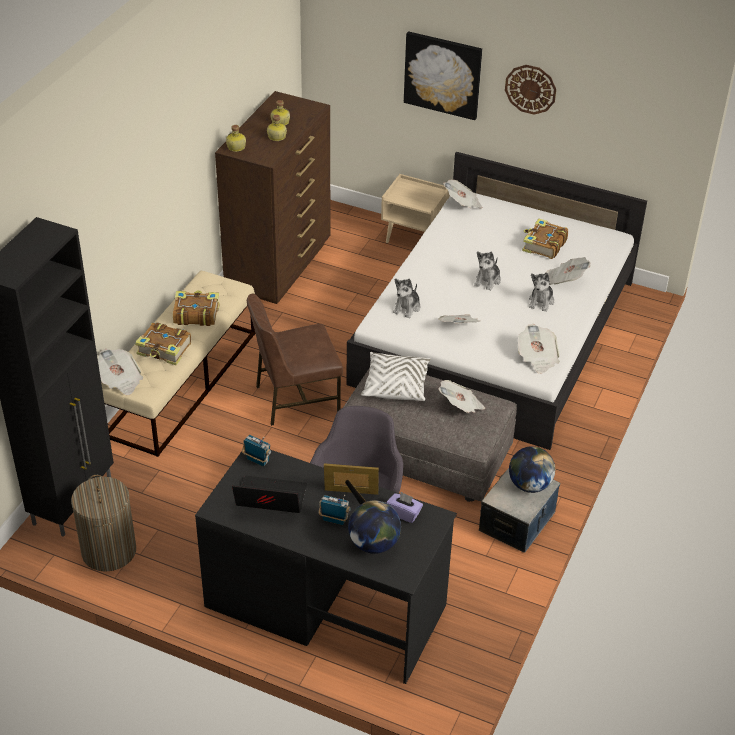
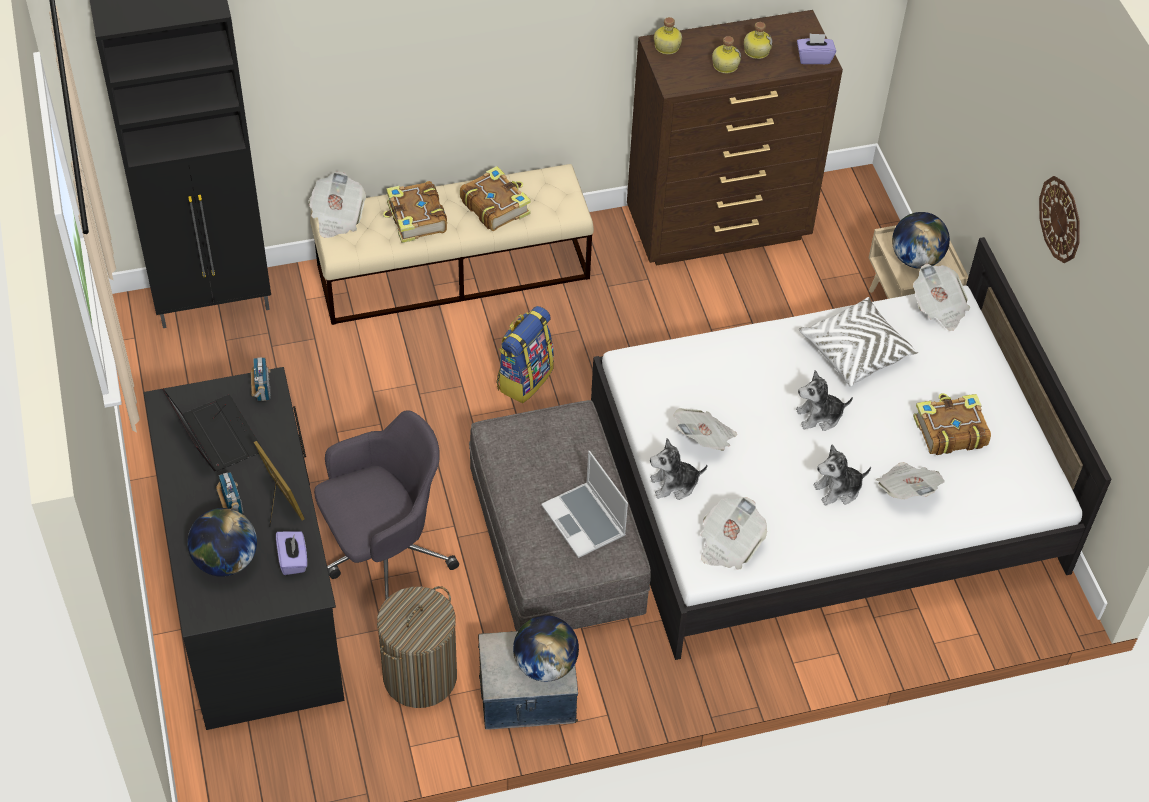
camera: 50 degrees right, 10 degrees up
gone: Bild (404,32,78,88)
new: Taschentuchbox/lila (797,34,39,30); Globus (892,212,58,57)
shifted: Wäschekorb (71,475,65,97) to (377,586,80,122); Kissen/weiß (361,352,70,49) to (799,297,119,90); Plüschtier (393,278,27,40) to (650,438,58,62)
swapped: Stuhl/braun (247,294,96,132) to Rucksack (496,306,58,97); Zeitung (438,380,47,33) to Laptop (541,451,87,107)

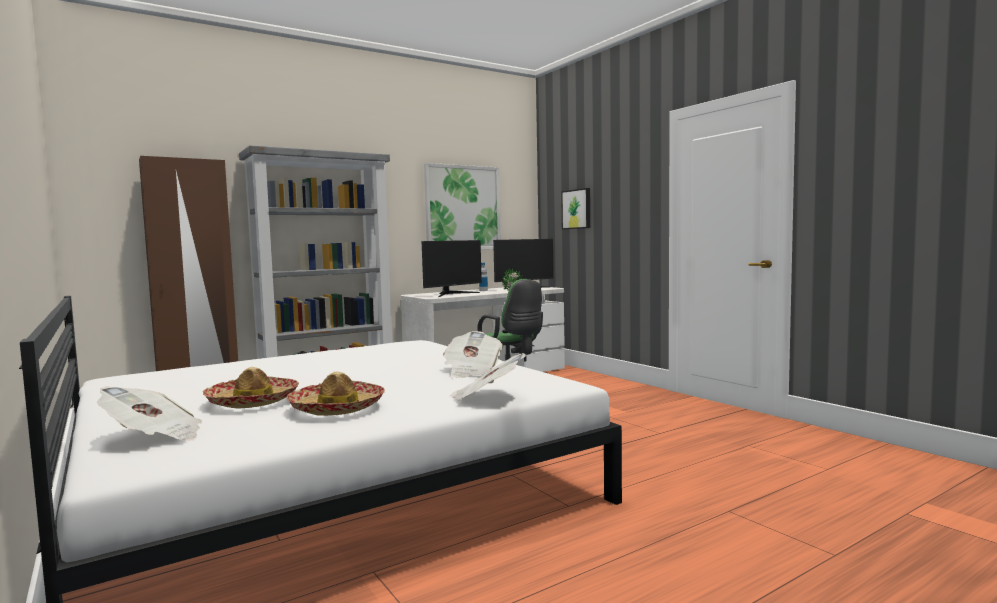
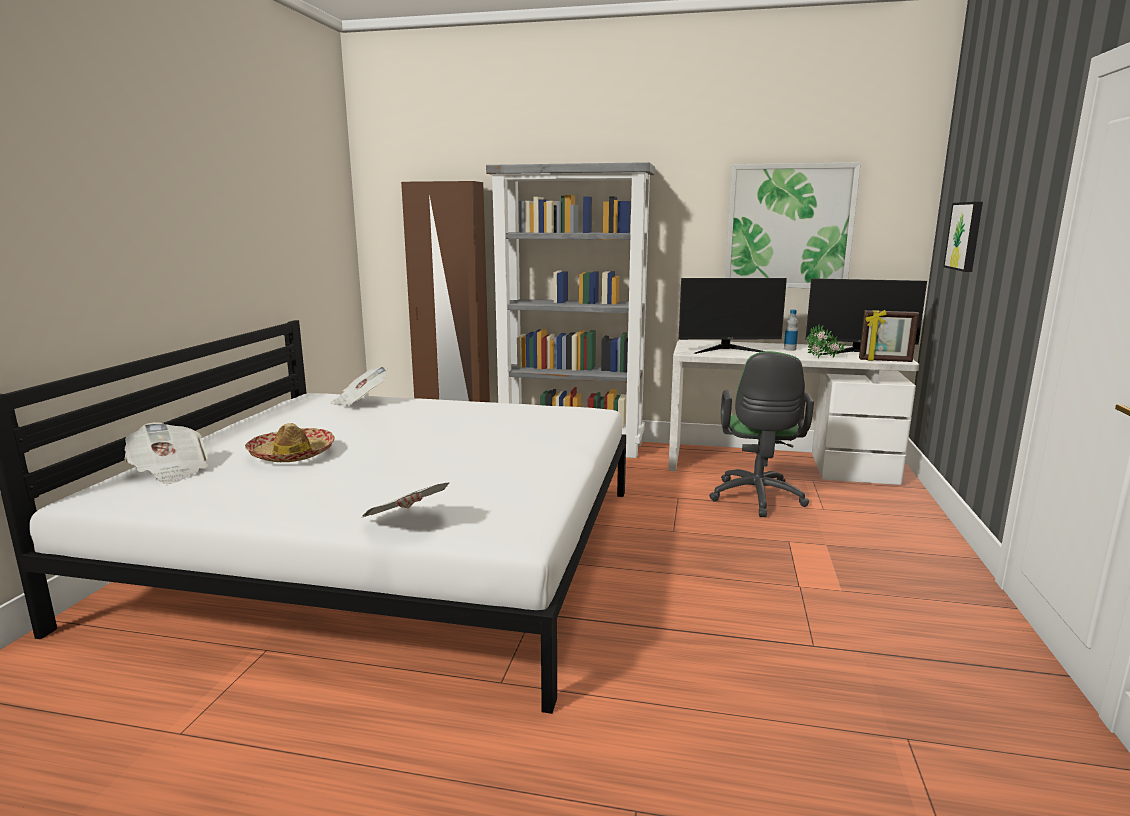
camera: 45 degrees right, 10 degrees up
gone: Hut (286,371,99,45)
new: Bilderrahmen (859,310,60,52)
shifted: Zeitung (443,331,60,47) to (331,366,57,40)

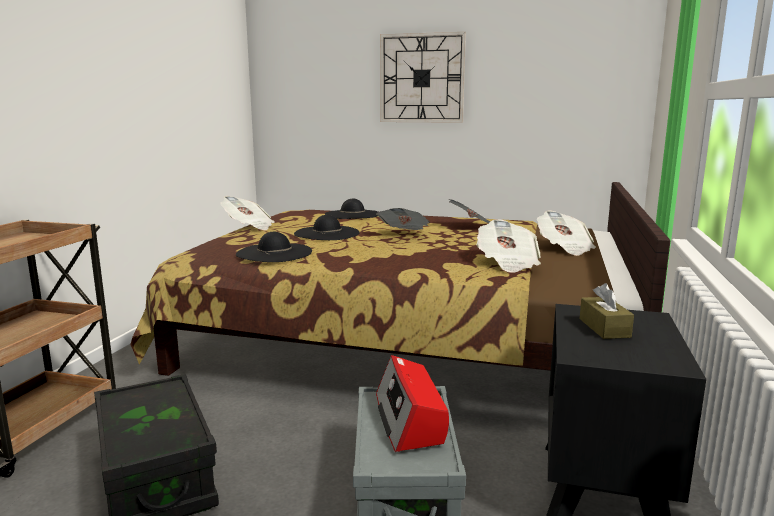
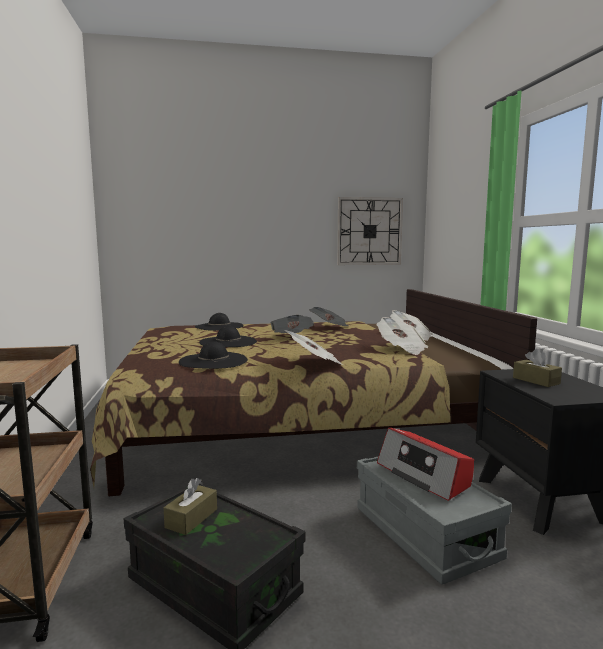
camera: 25 degrees left, 5 degrees down
new: Taschentuchbox/braun (164,478,53,57)
shifted: Zeitung (221,196,54,34) to (285,330,58,35); Wanduhr (380,32,86,91) to (337,197,66,68)

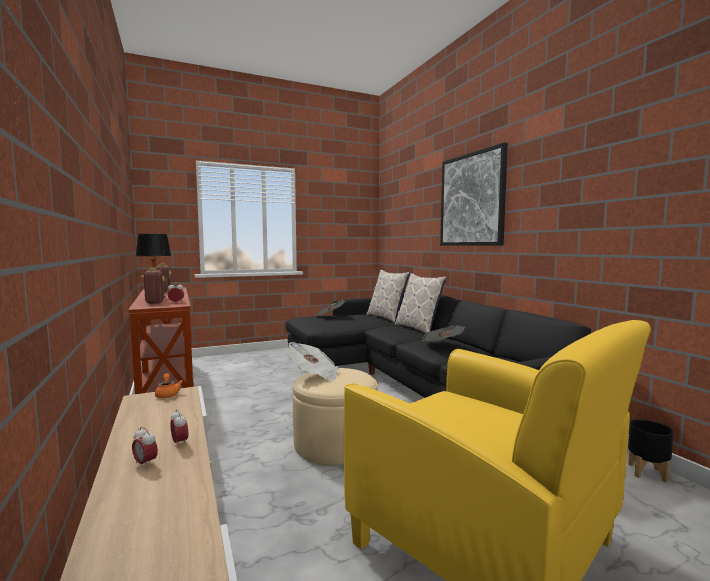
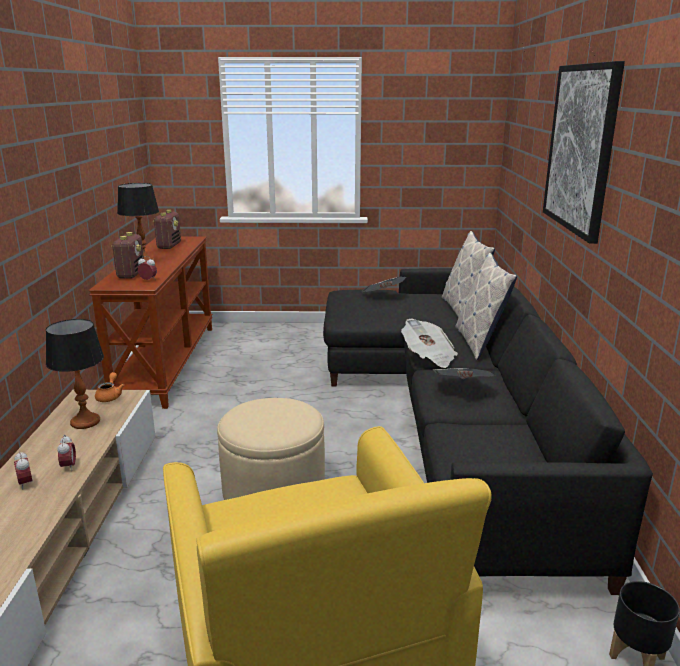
camera: 25 degrees right, 15 degrees up
new: Tischlampe (46,319,58,110)
shifted: Zeitung (287,342,52,39) to (401,319,57,49)

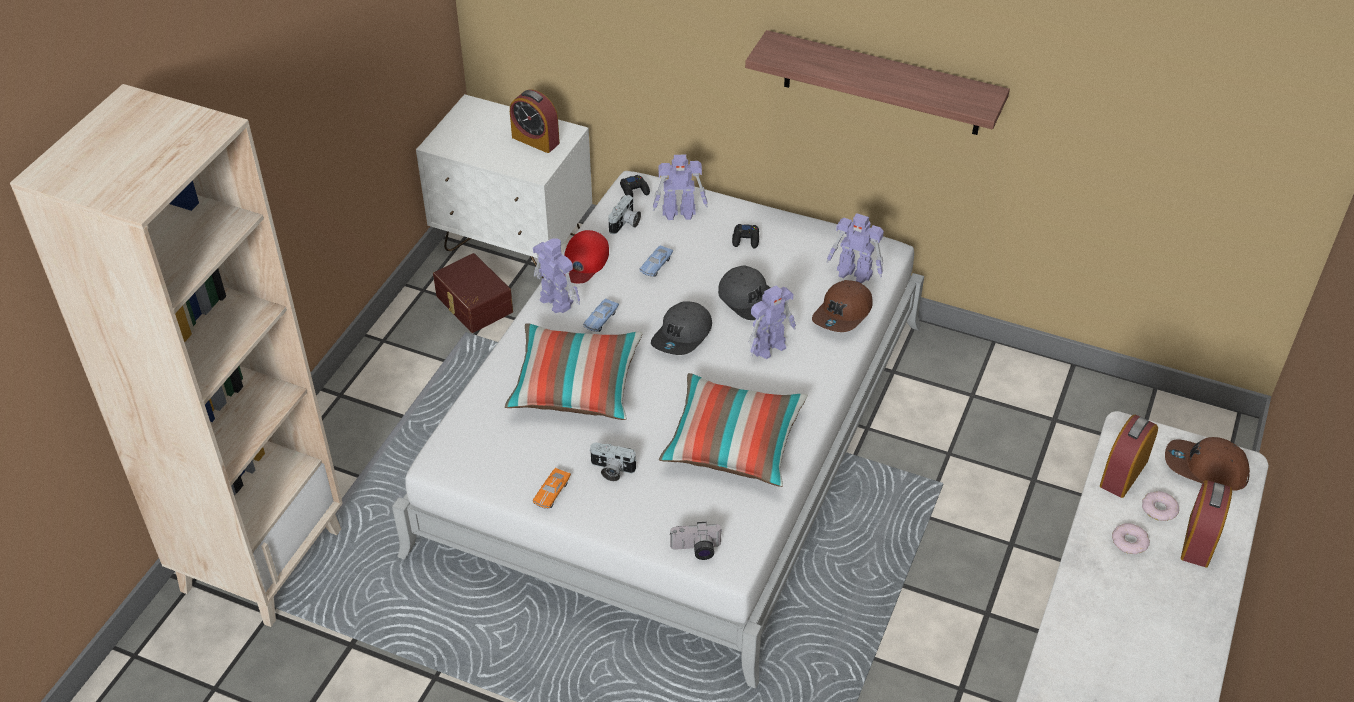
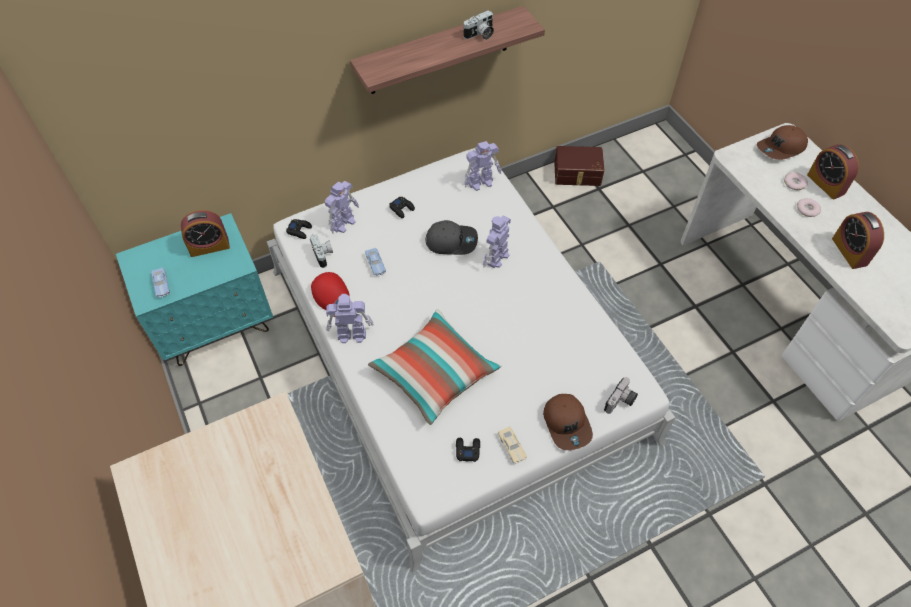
camera: 50 degrees left, 10 degrees up
gone: Kappe/grau (651,301,61,54); Kissen (659,373,149,114)
new: Gamepad/schwarz (456,438,24,24)
shifted: Aufbewahrungsbox/braun (433,253,80,80) to (554,146,51,40); Spielzeugauto/blau (583,298,36,34) to (151,267,19,31); Kamera (589,443,47,38) to (463,10,31,30); Kappe/braun (812,280,61,52) to (543,394,50,56); Wecker (1100,415,58,83) to (832,212,52,57)
repainted: Nachttisch/weiß (416,94,176,184) to Nachttisch/türkis (116,213,157,153); Spielzeugauto/orange (533,468,38,41) to Spielzeugauto/beige (498,426,29,38)
rotated: Spielzeugroboter (749,285,47,74) = (483,216,28,52) 150 degrees counterclockwise

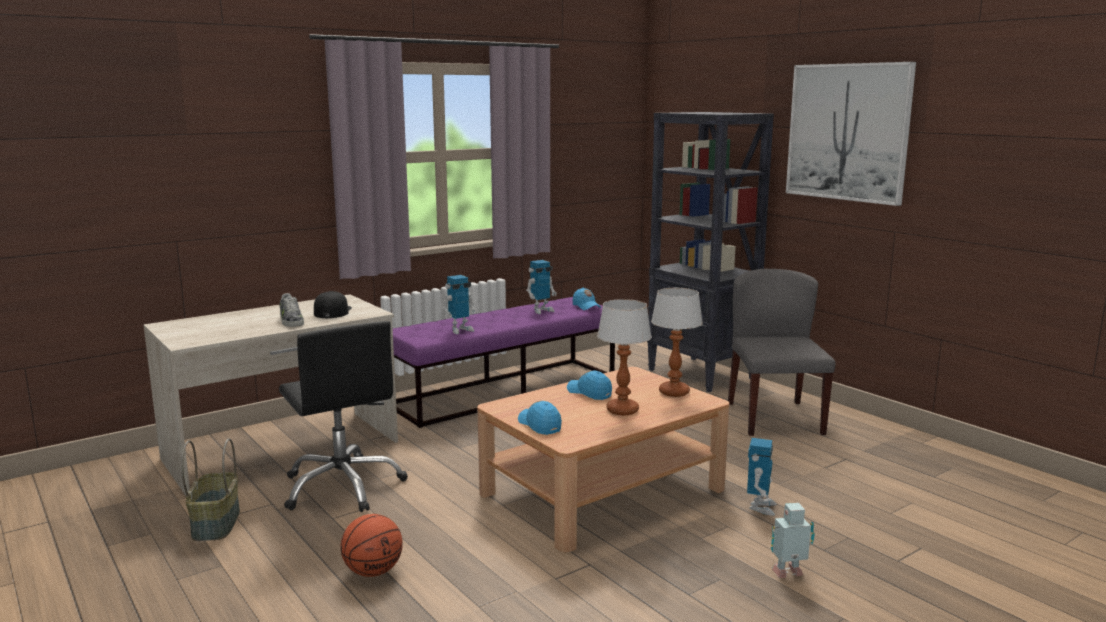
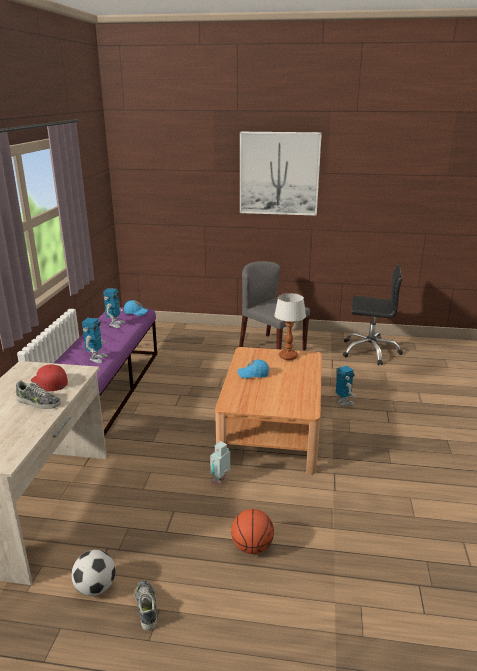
camera: 45 degrees left, 10 degrees up
gone: Kappe/blau (518,401,44,34); Tischlampe (597,299,55,116); Bücherregal/schwarz (647,112,127,280)
new: Schuh (135,580,22,50)
shifted: Bürostuhl/schwarz (279,321,129,191) to (343,265,60,100); Spielzeugroboter (771,503,44,75) to (210,441,20,46)
swapped: Korb (181,438,59,103) to Fußball (71,550,45,46)
repainted: Kappe/schwarz (314,291,38,27) to Kappe/rot (31,365,37,26)

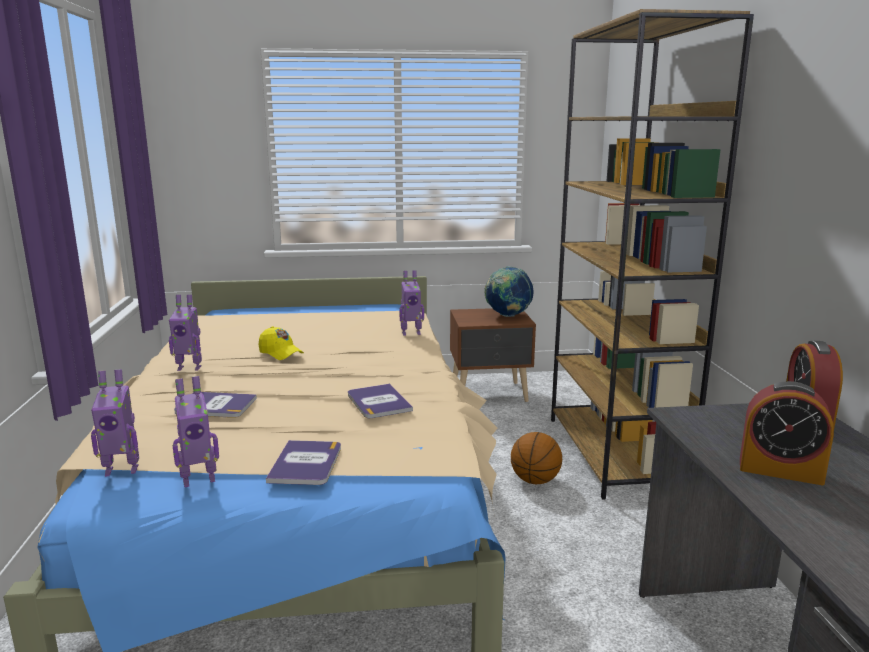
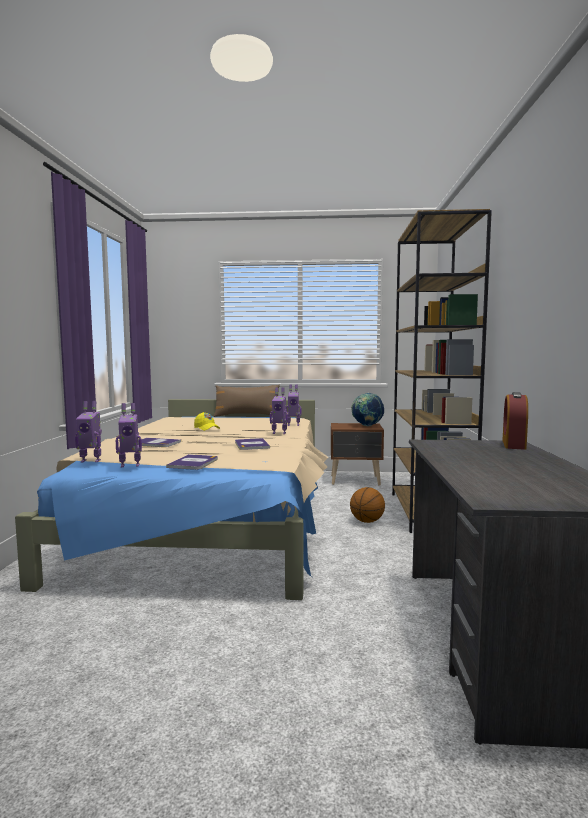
camera: 10 degrees right, 10 degrees down
gone: Wecker (740,381,94,104)
new: Kissen/braun (214,385,66,32)
shifted: Spielzeugroboter (169,295,33,76) to (270,387,18,47)

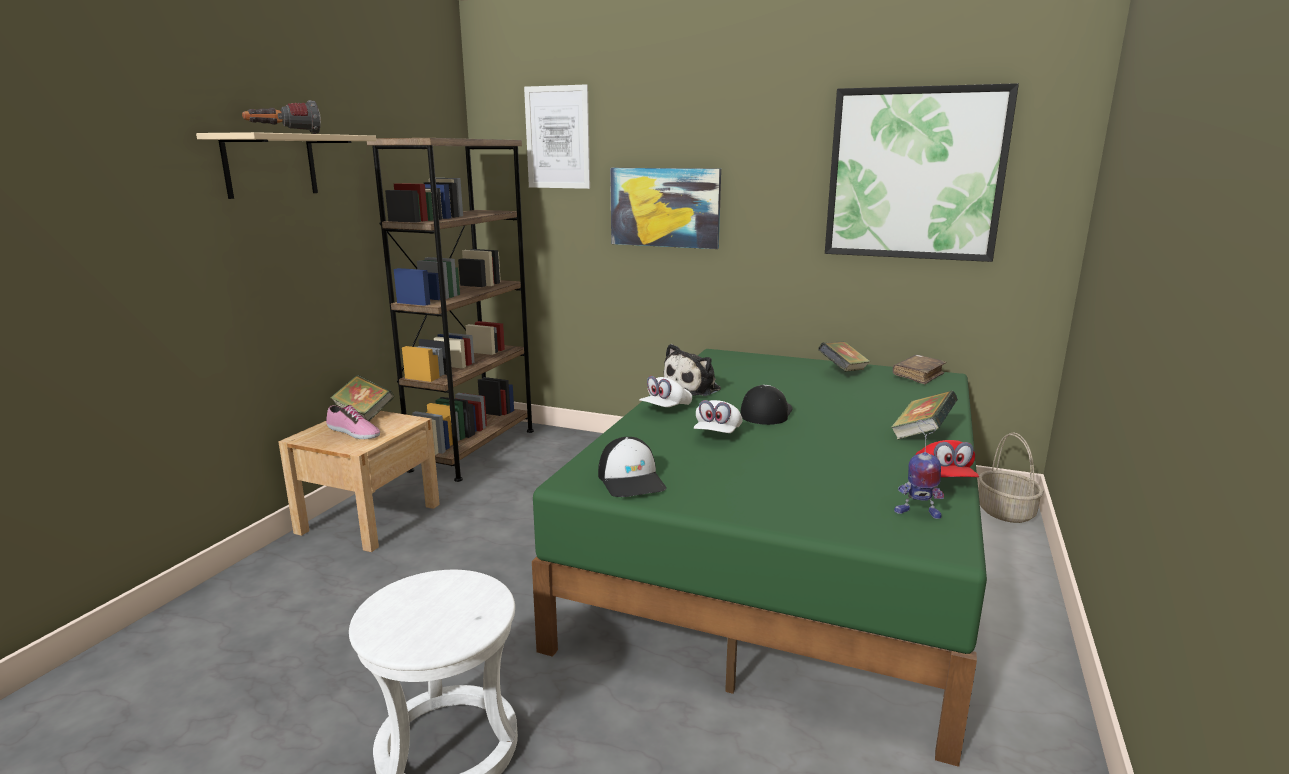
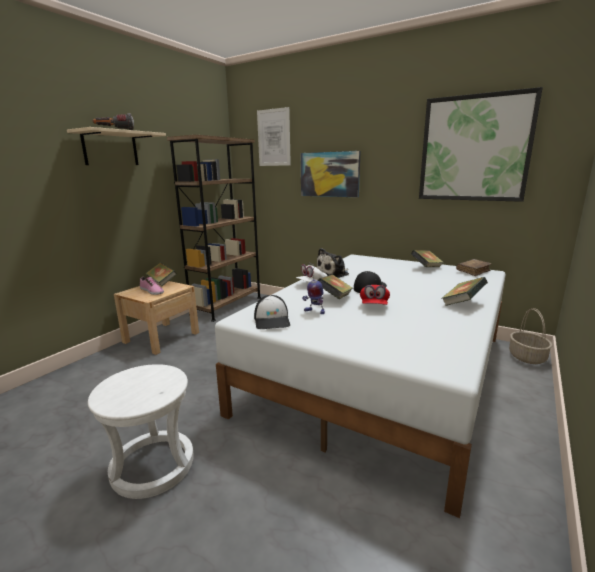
camera: 10 degrees right, 0 degrees up
shifted: Spielzeugroboter (894,420,50,99) to (302,262,23,52); Kappe/rot (915,440,64,37) to (360,285,30,20)
swapped: Kappe/weiß (694,400,49,33) to Buch (318,274,35,25)
repainted: Bett/grün (532,349,455,418) to Bett/weiß (215,254,291,264)

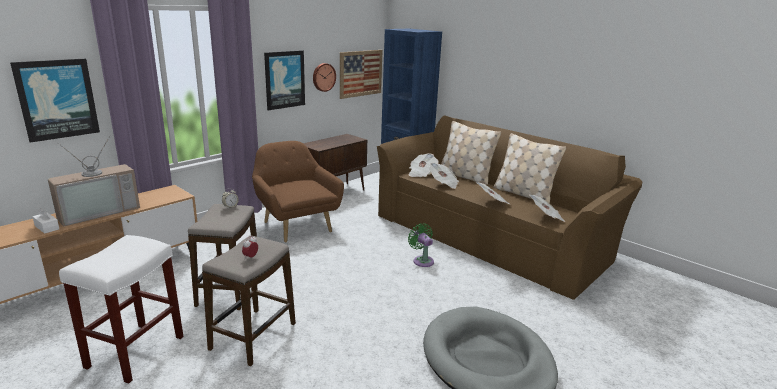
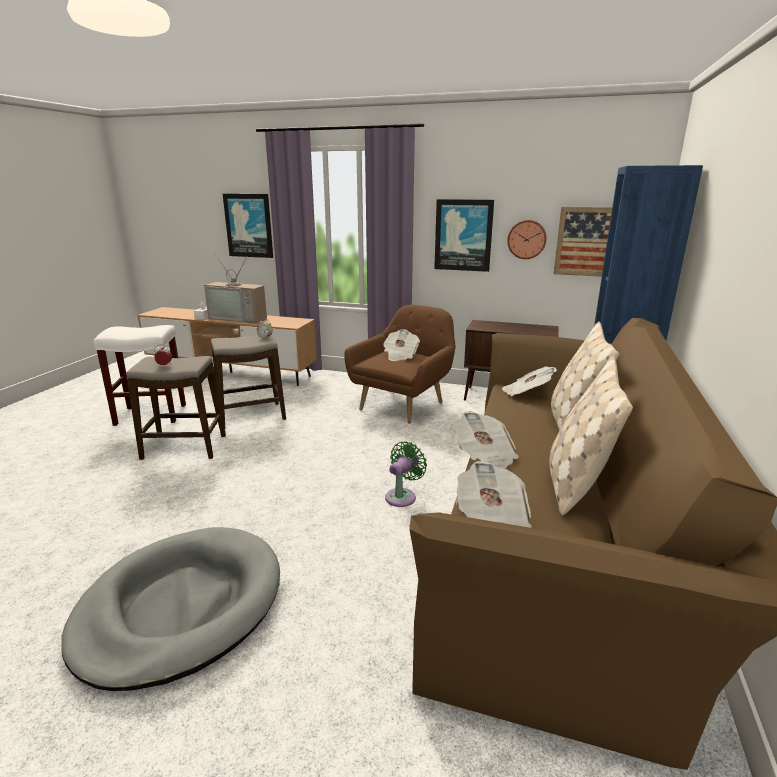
camera: 65 degrees right, 0 degrees up
shifted: Zeitung (429,162,30,27) to (383,329,37,32)

